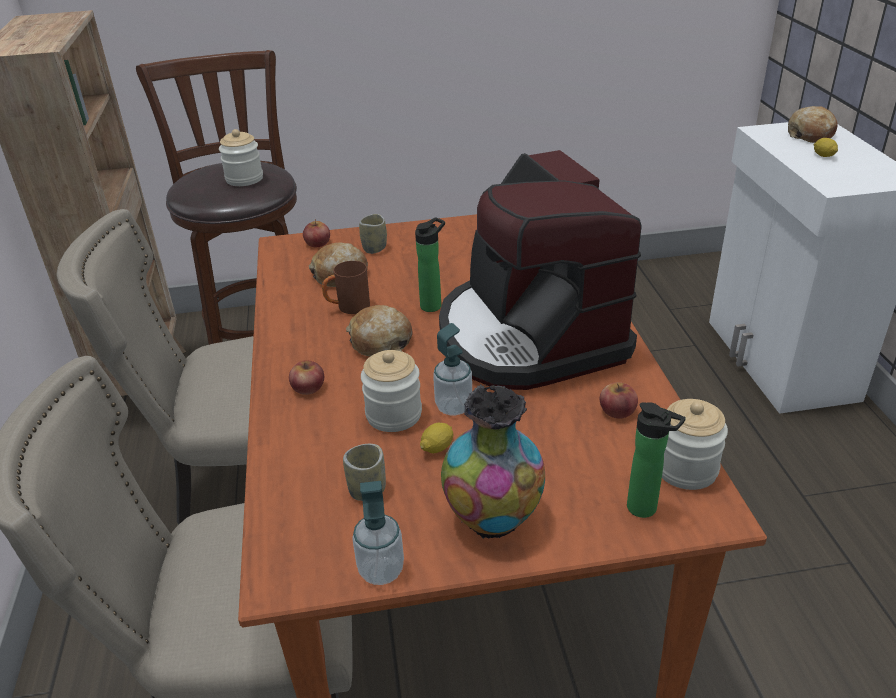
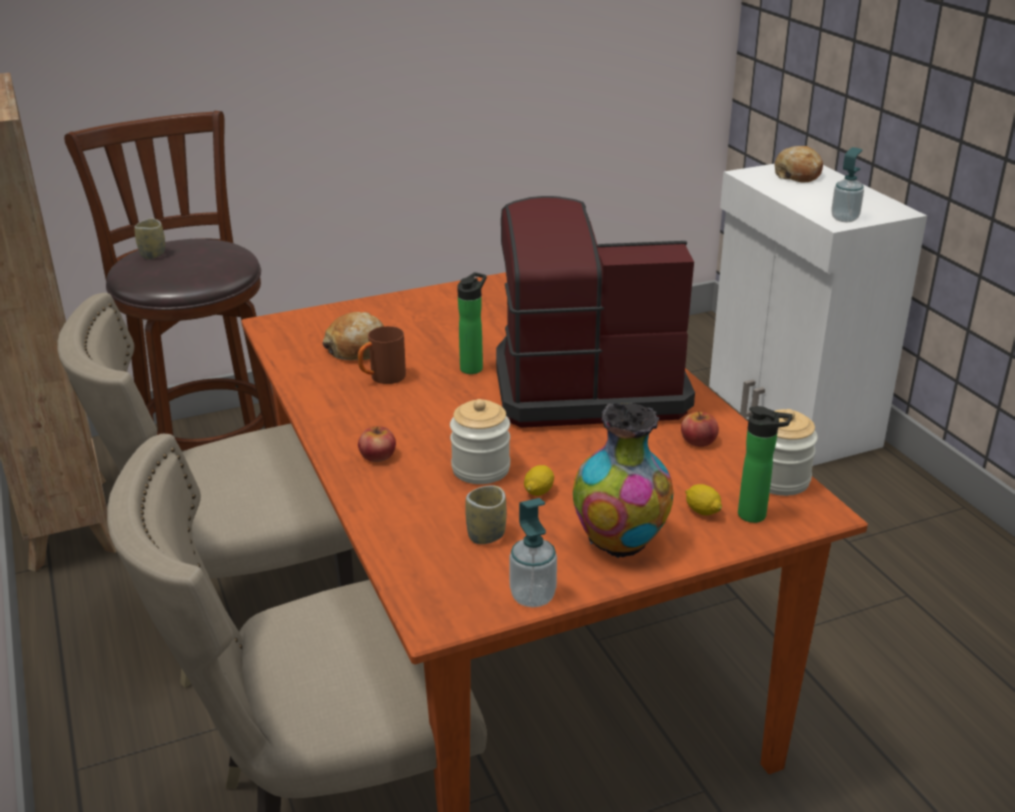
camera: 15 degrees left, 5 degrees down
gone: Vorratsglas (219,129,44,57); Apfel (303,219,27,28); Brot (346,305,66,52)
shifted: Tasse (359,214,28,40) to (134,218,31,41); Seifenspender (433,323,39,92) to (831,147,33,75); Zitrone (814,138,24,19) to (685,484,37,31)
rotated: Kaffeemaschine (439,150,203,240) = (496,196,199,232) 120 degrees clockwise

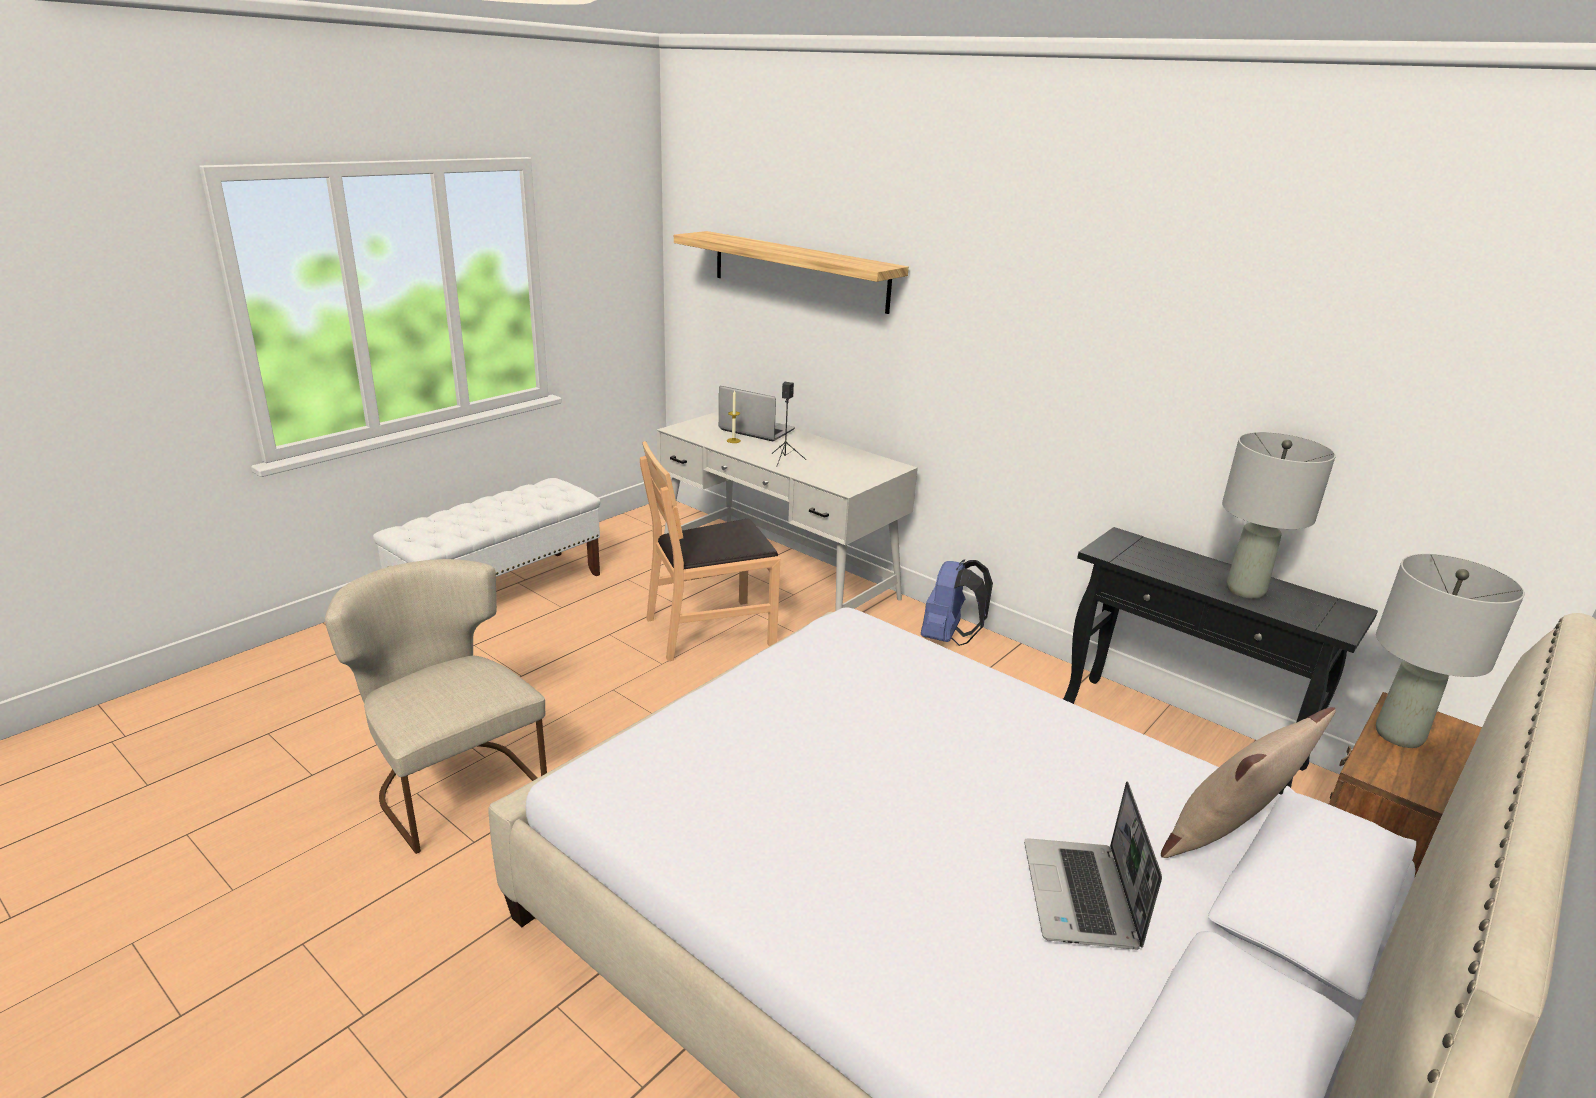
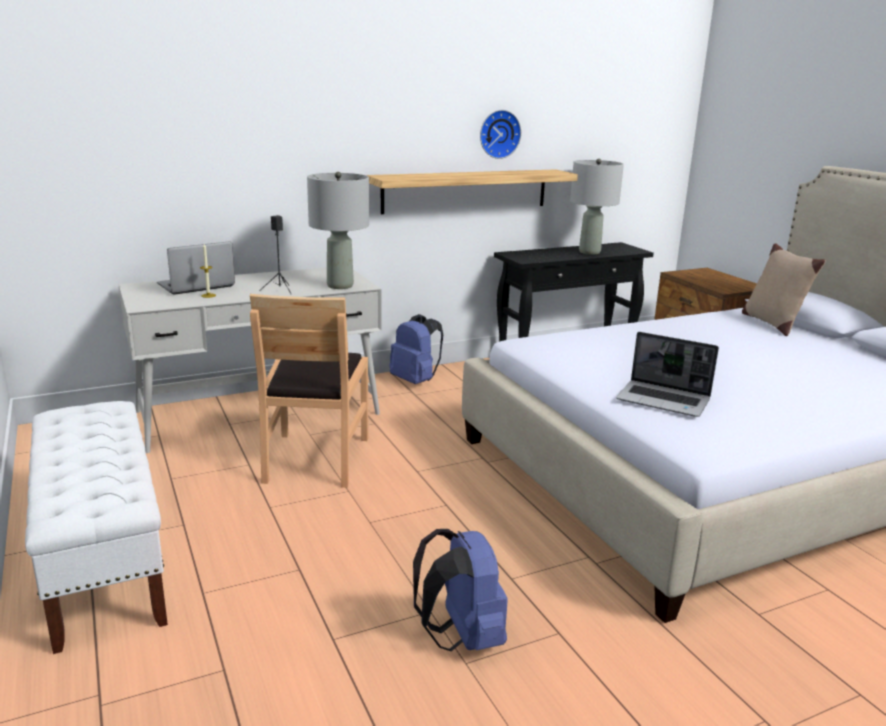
camera: 65 degrees left, 5 degrees down
new: Wanduhr (480,110,41,49)
shifted: Wandregal (674,231,235,83) to (367,169,211,45); Laptop (1024,781,138,169) to (616,332,103,85); Tischlampe/grau (1376,554,149,194) to (307,172,62,117)
swapped: Stuhl/beige (325,559,222,295) to Rucksack/blau (413,529,95,122)

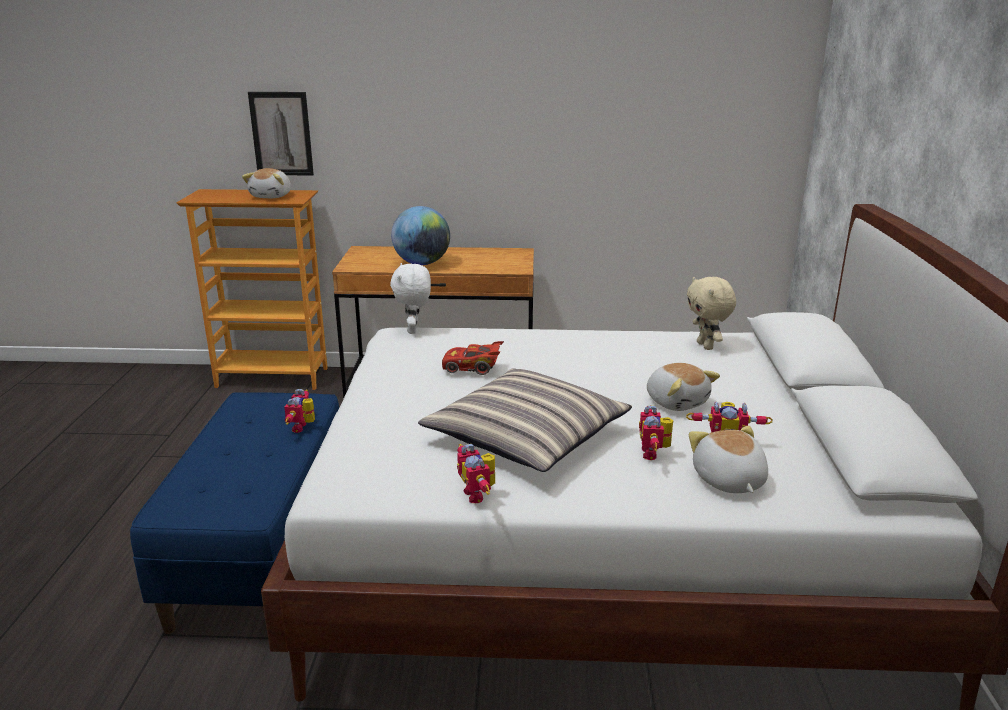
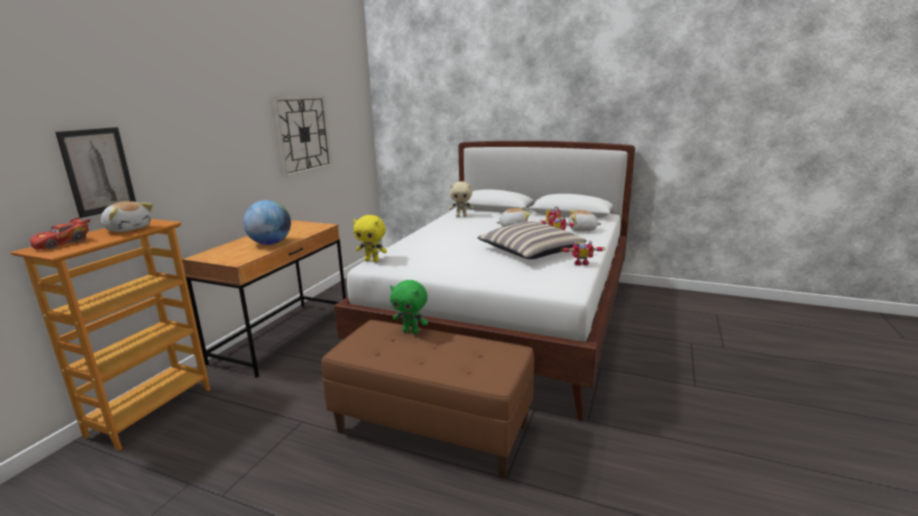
camera: 70 degrees left, 5 degrees down
new: Wanduhr (272,96,60,81)
shifted: Spielzeugauto/rot (442,341,62,34) to (30,217,60,32)
swapped: Spielzeugroboter (284,389,31,44) to Plüschtier/grün (390,280,38,54)
repainted: Bank/blau (130,392,209,242) to Bank/braun (321,320,213,158); Plüschtier/weiß (390,263,41,71) to Plüschtier/gelb (353,215,34,47)

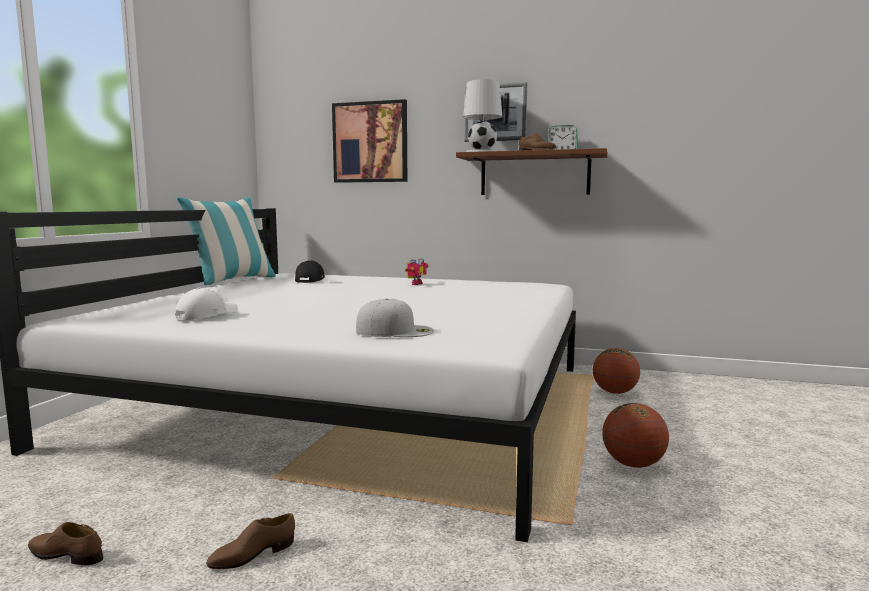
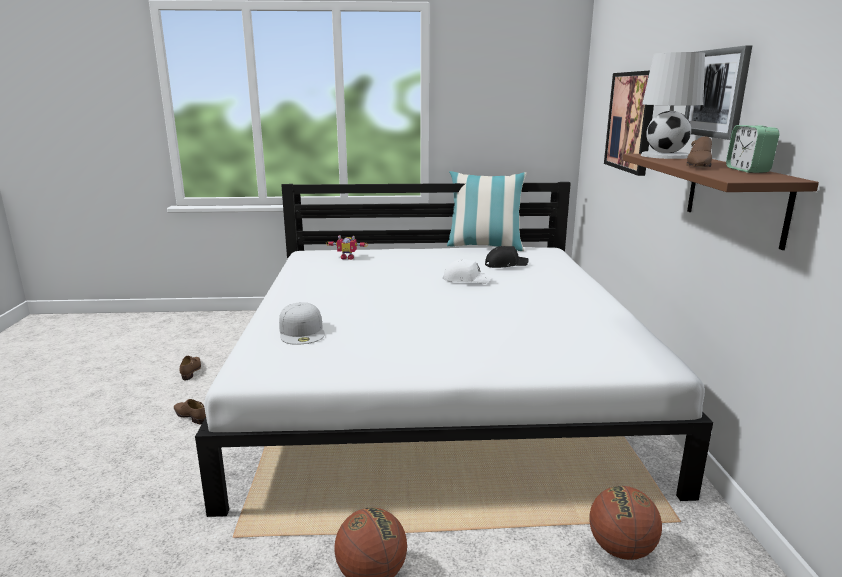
camera: 70 degrees right, 10 degrees up
shifted: Kappe/weiß (175,287,63,33) to (443,259,49,25); Spielzeugroboter (405,257,24,28) to (326,235,42,25)

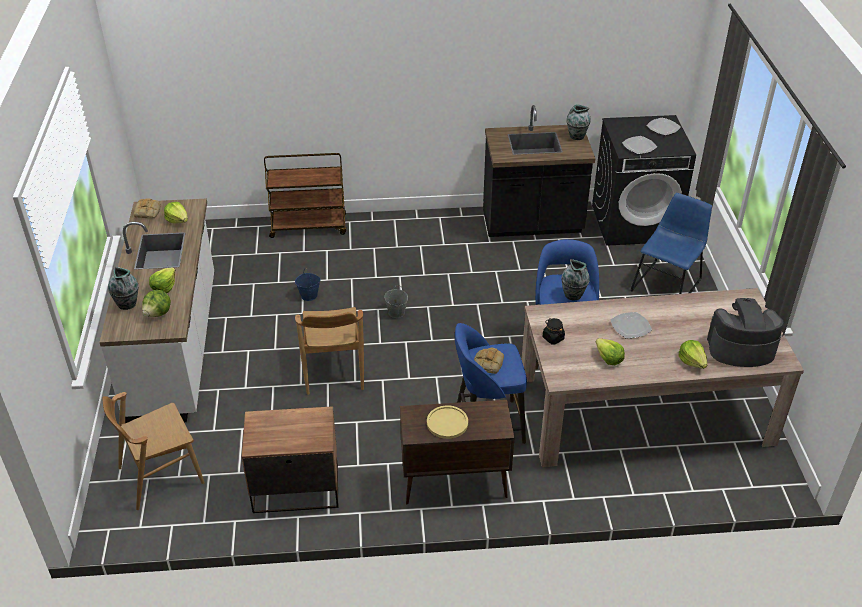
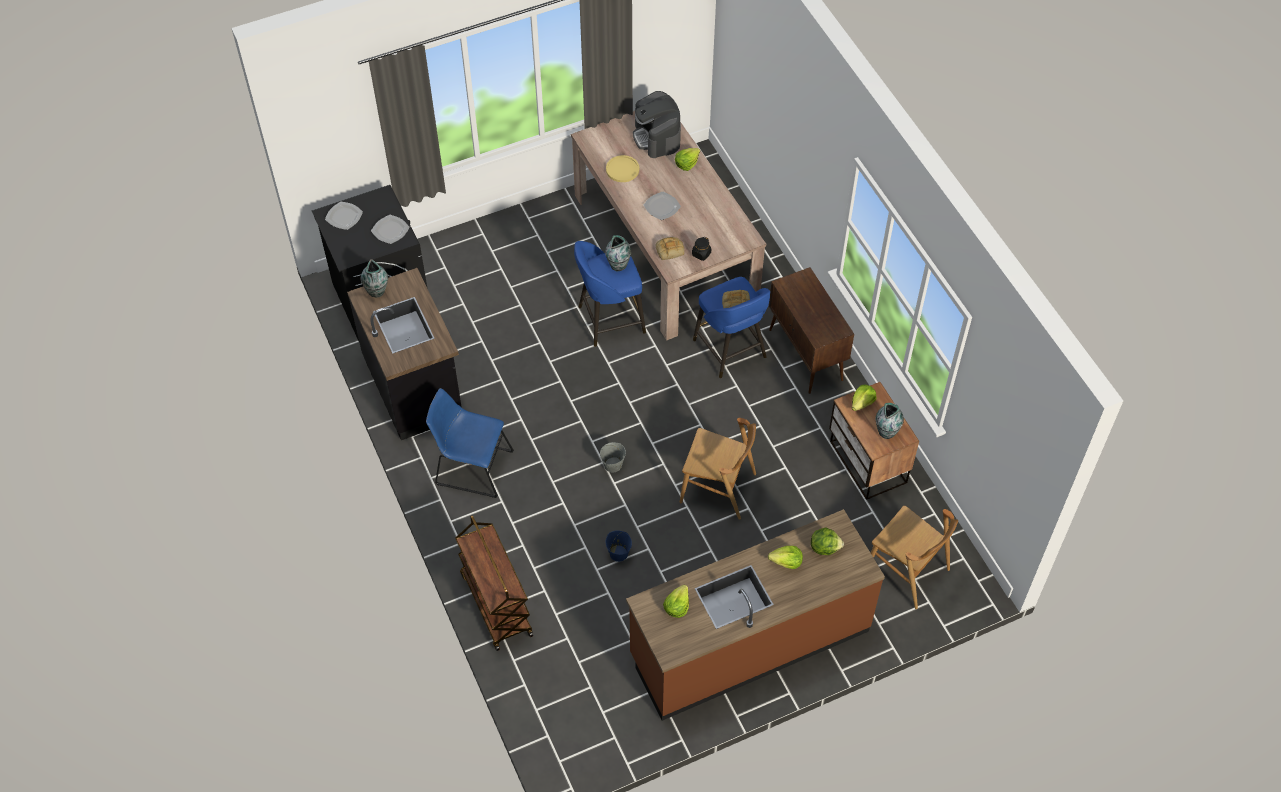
camera: 110 degrees left, 15 degrees up
shifted: Vase (108,267,31,43) to (875,403,29,36); Brot (134,199,27,19) to (656,237,29,23); Teller/gelb (427,405,41,34) to (606,155,33,27); Salatkopf (596,338,29,27) to (852,385,24,26); Stuhl/blau (631,193,81,101) to (426,388,88,110)
repainted: Küchenzeile/weiß (99,199,115,224) to Küchenzeile/braun (626,509,259,212)
rotated: Stuhl/braun (295,307,69,88) = (680,418,76,102) 45 degrees clockwise

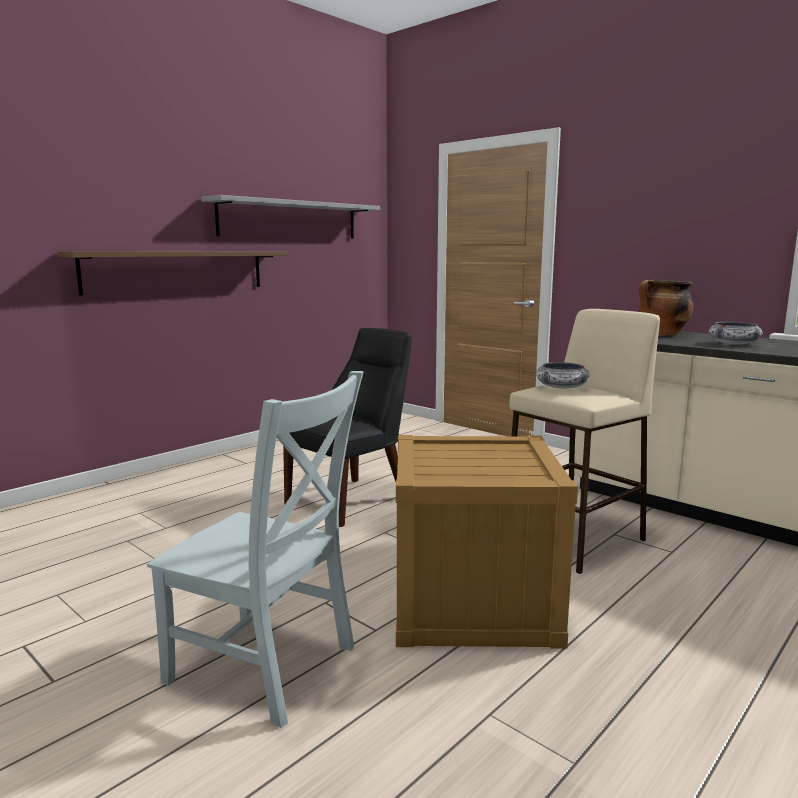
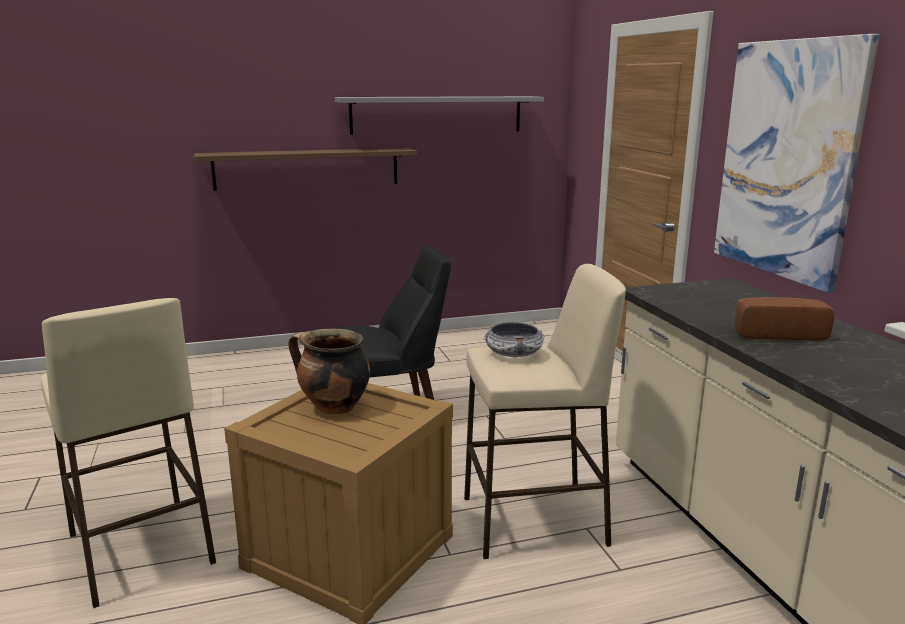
camera: 30 degrees right, 5 degrees up
new: Bild (714,34,165,259)
shifted: Kochtopf (639,279,55,56) to (288,329,82,86)
swapped: Stuhl/grau (147,371,217,357) to Hocker/beige (40,298,176,310); Schüssel (709,322,54,22) to Brot (735,297,99,44)

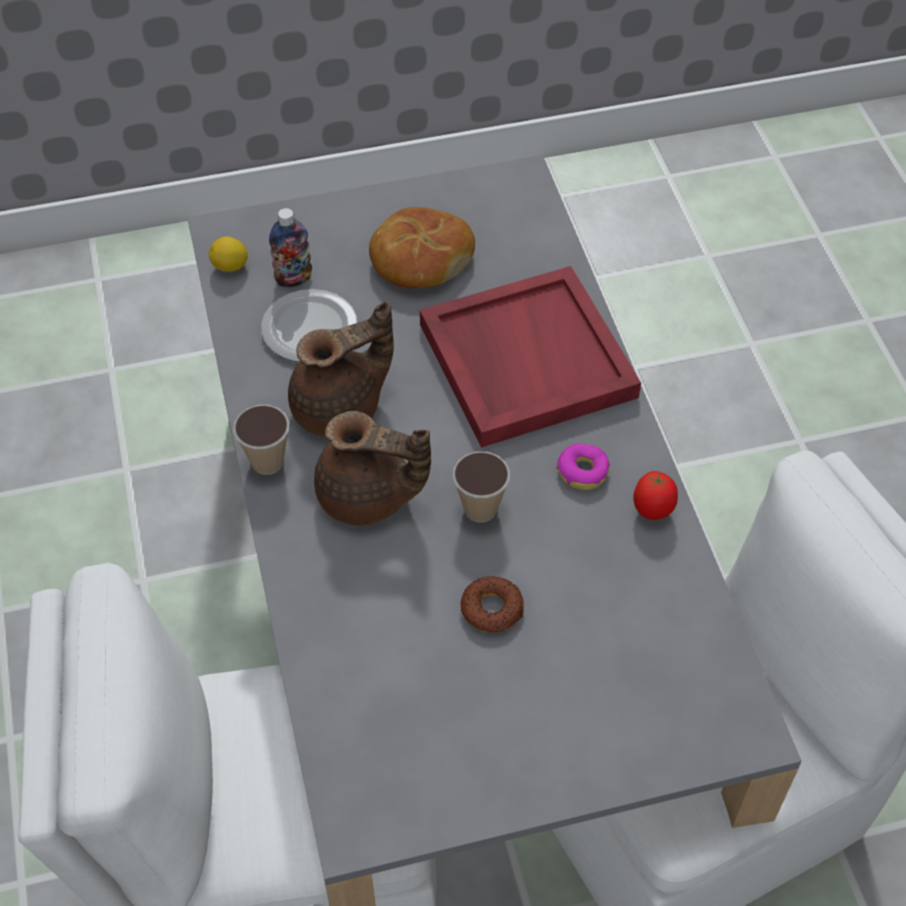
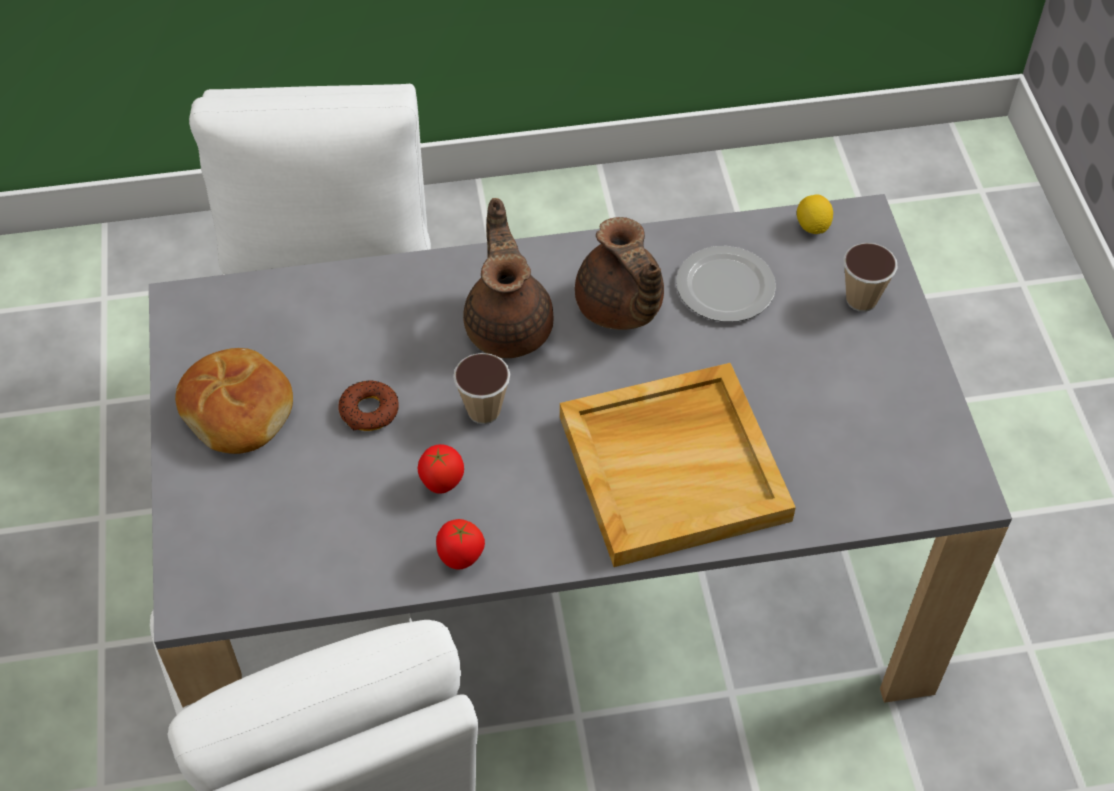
camera: 95 degrees right, 0 degrees up
gone: Flasche (269,208,43,79); Donut (557,443,53,47)
new: Tomate (418,444,46,50)
shifted: Tasse (233,405,56,70) to (843,243,55,69); Brot (369,207,106,81) to (175,348,118,106)
repainted: Tablett/rot (420,266,221,182) to Tablett/beige (560,363,236,204)
rotated: Teekanne/braun (314,411,117,115) = (463,198,90,160) 150 degrees clockwise

